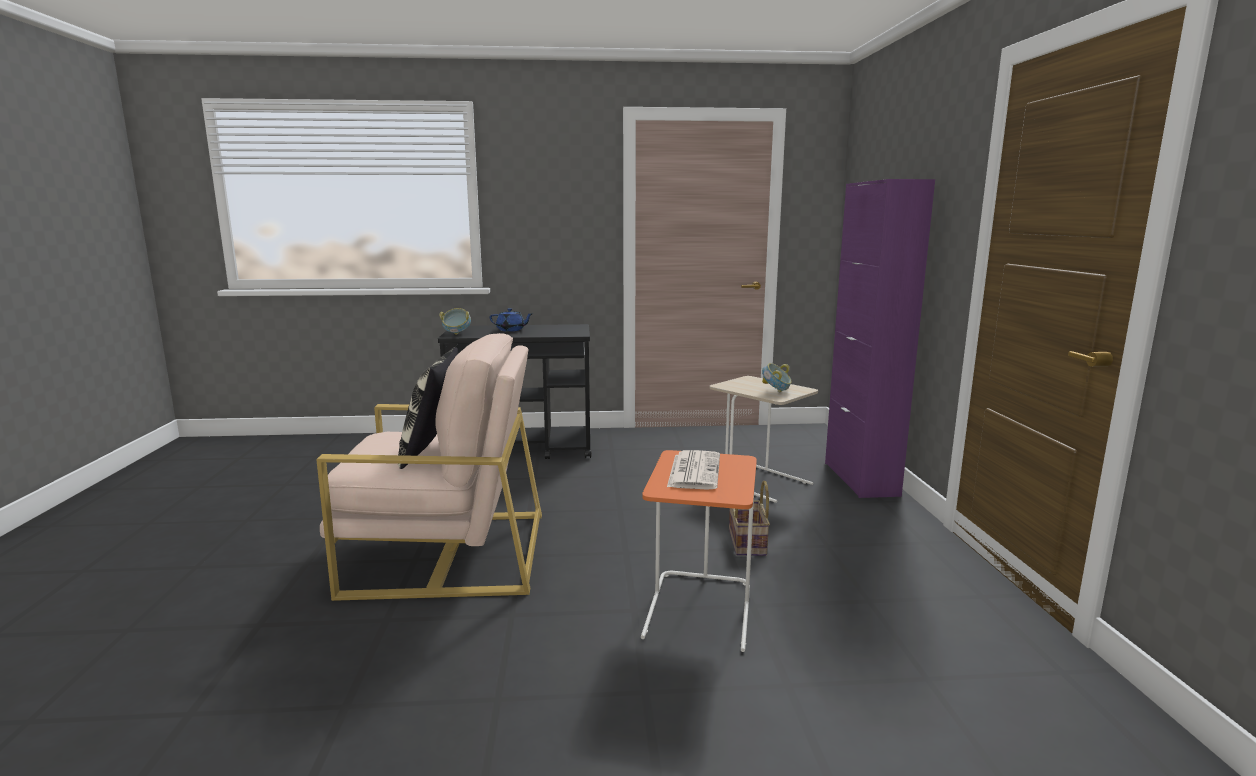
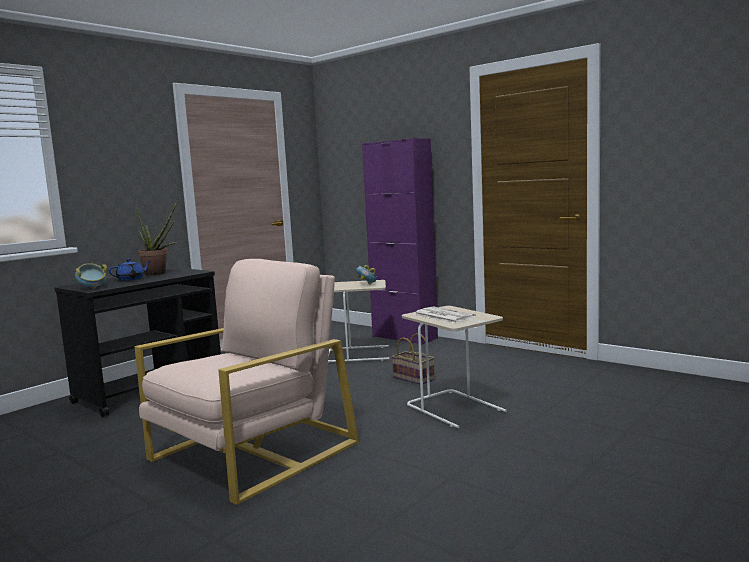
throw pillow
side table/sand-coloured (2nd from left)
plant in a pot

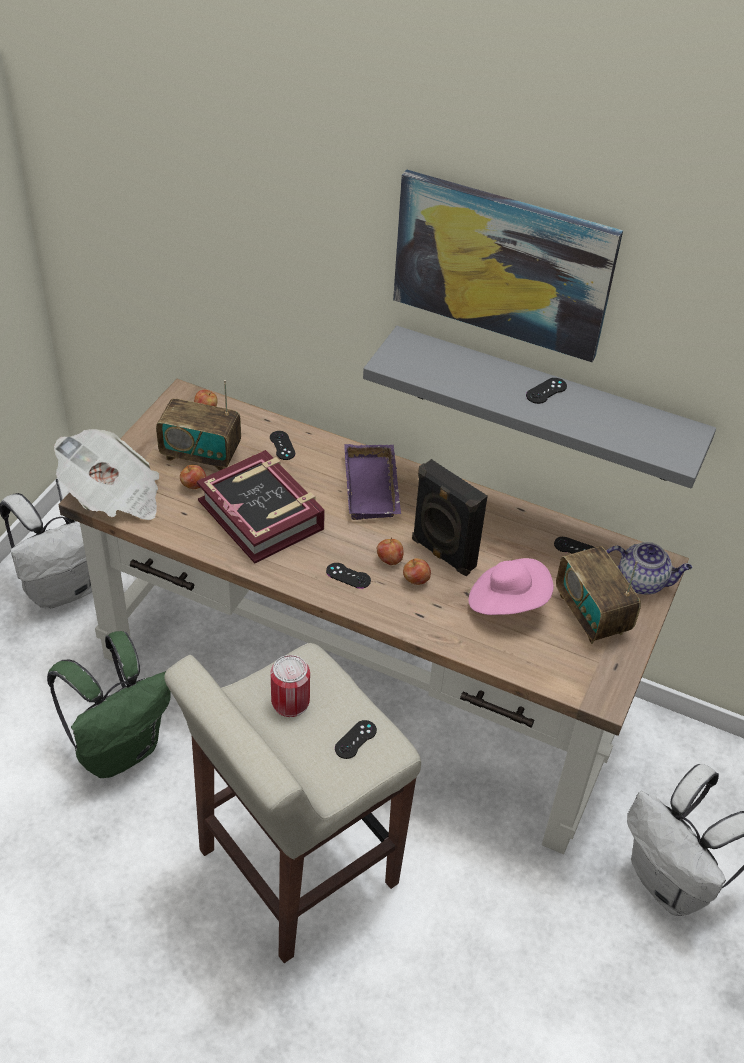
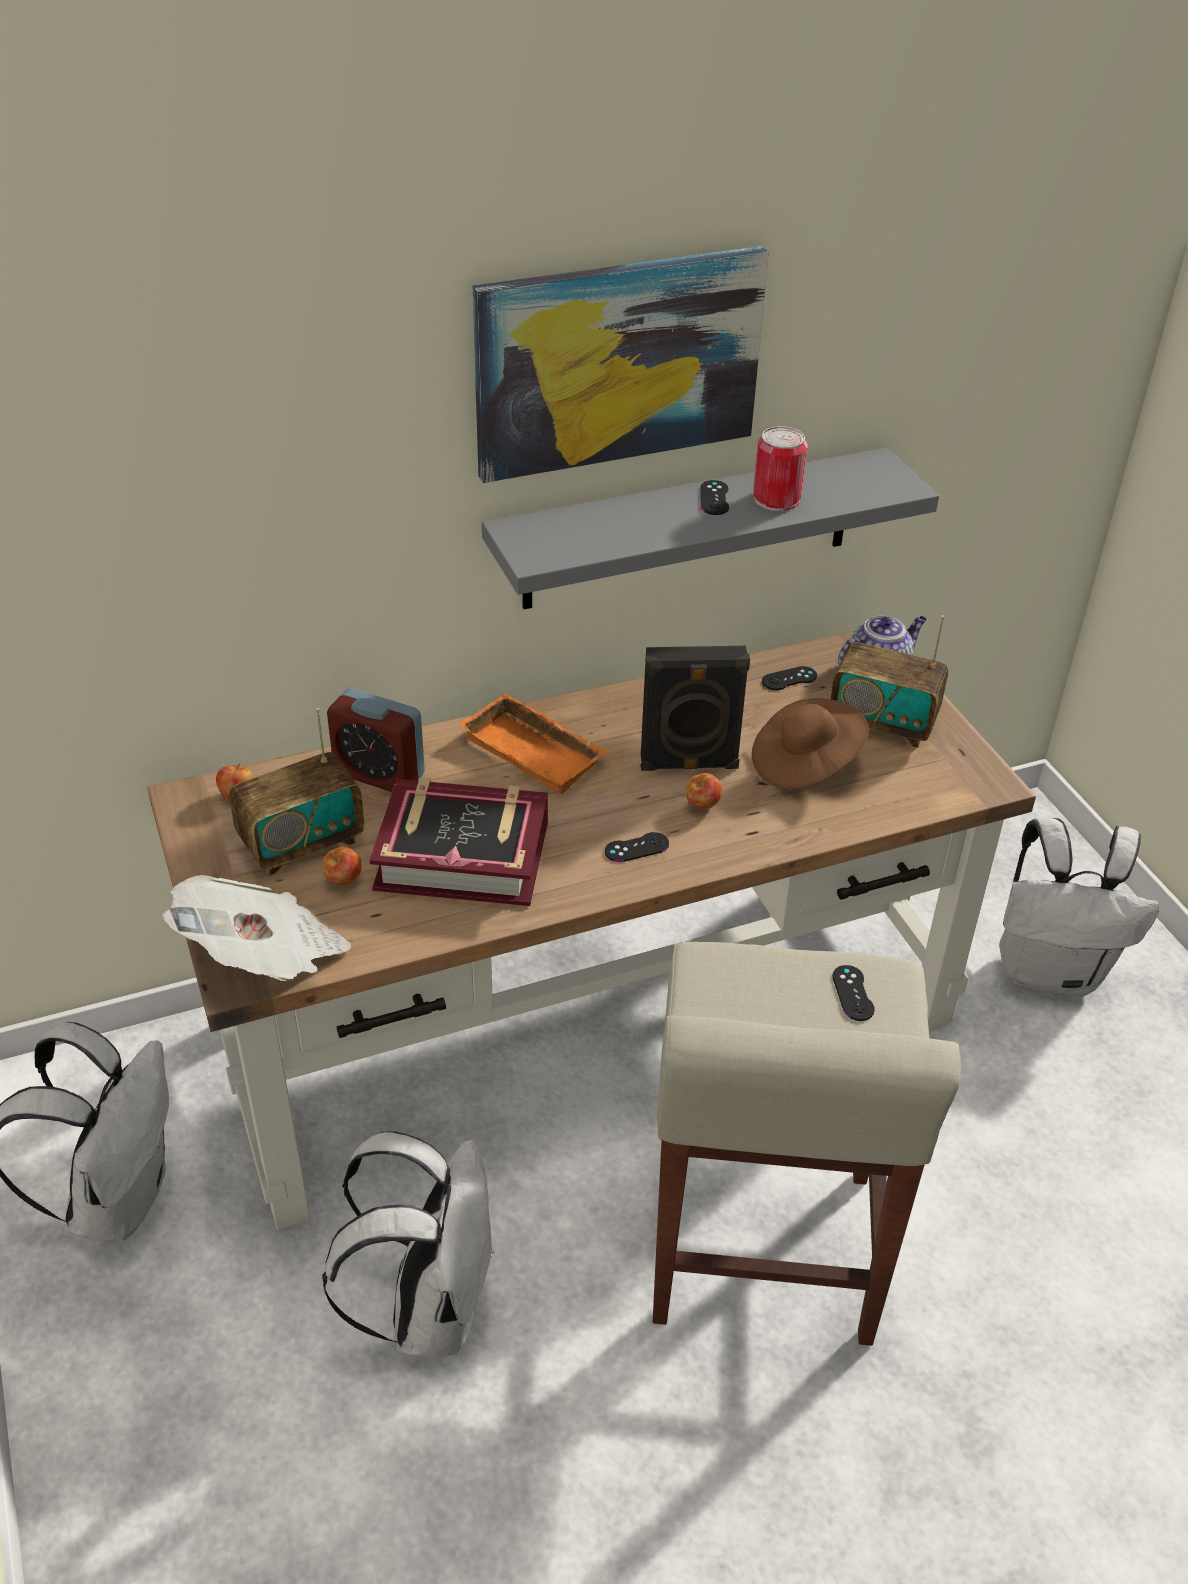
bedside clock
tray/orange-coloured
apple fruit (3rd from left in the first image)
clothing hat/brown
knapsack/white-coloured (2nd from left)
metal can

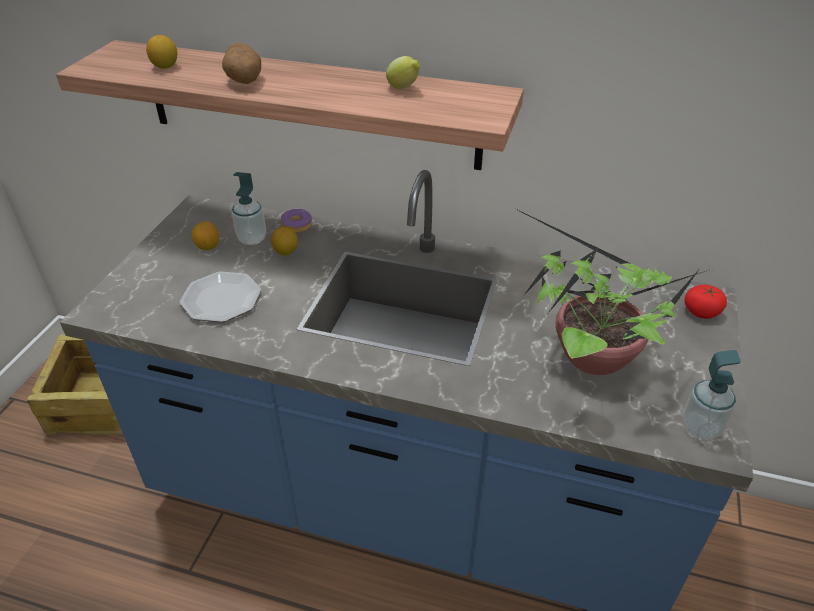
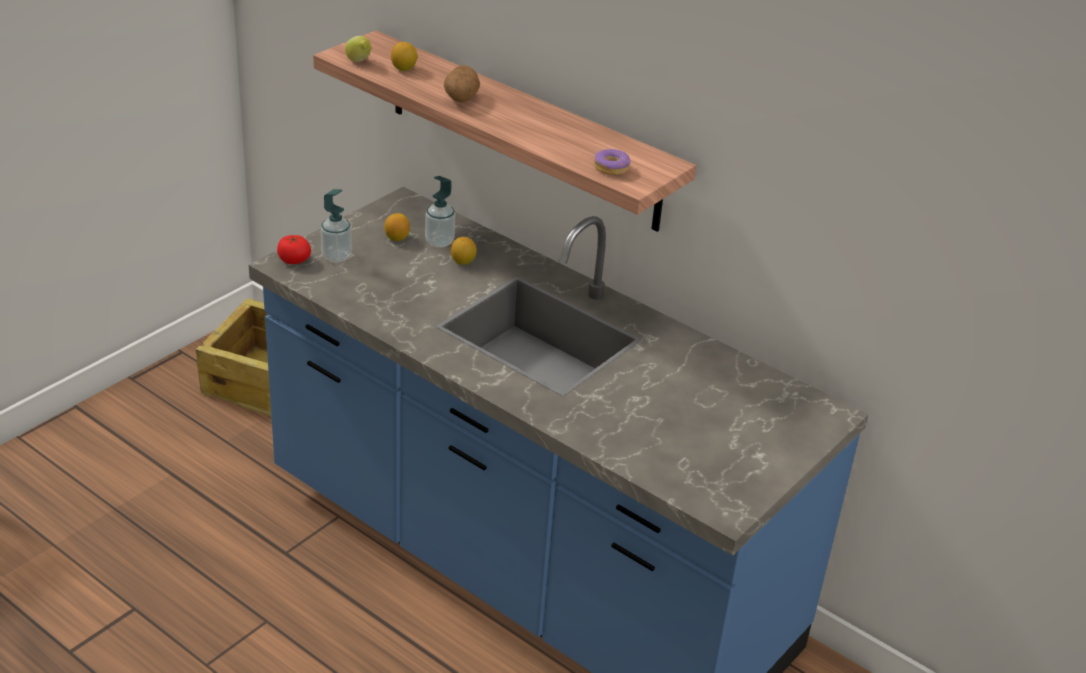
citrus fruit (1st from left)
plant in a pot
donut
plate
tomato
liquid soap bottle (1st from left)

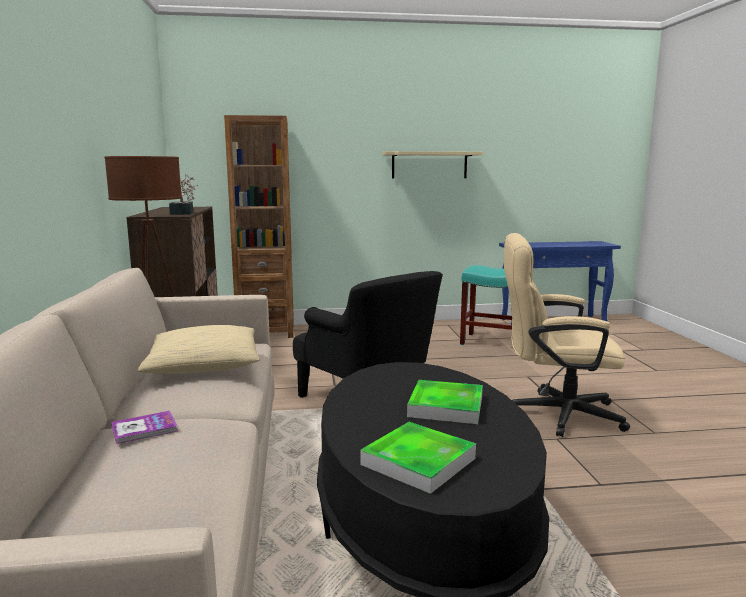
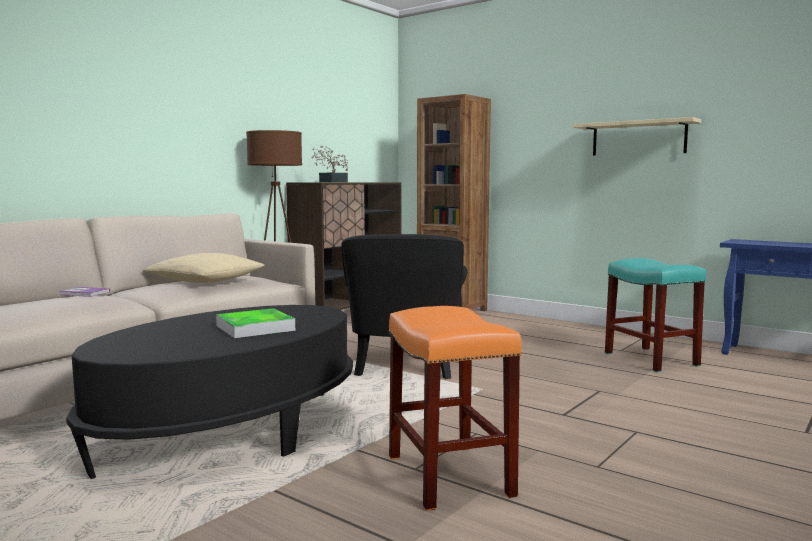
desk chair/sand-coloured
tray (1st from left in the first image)
stool seat/orange-coloured

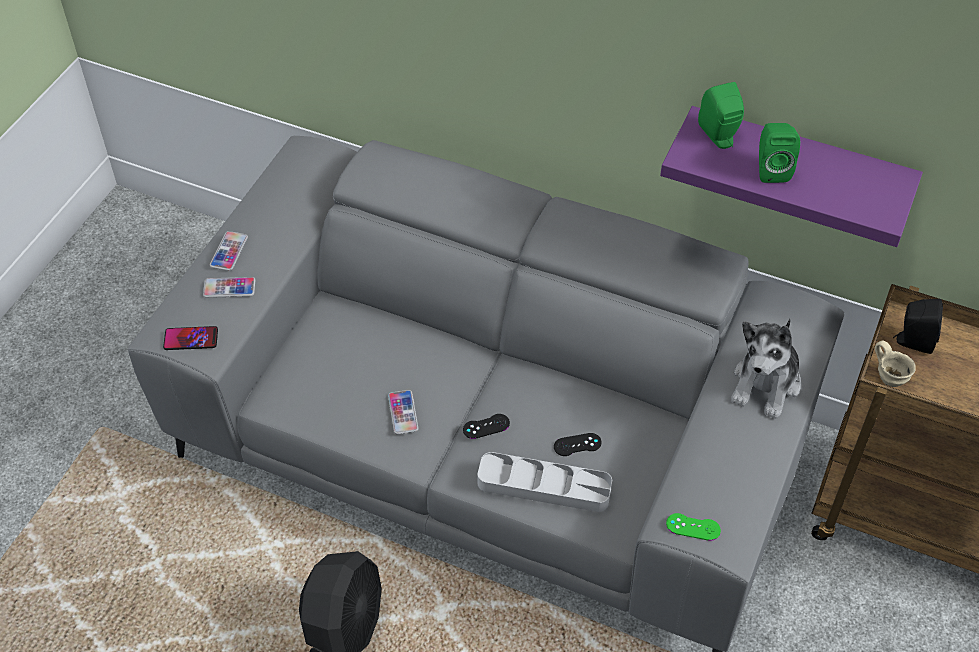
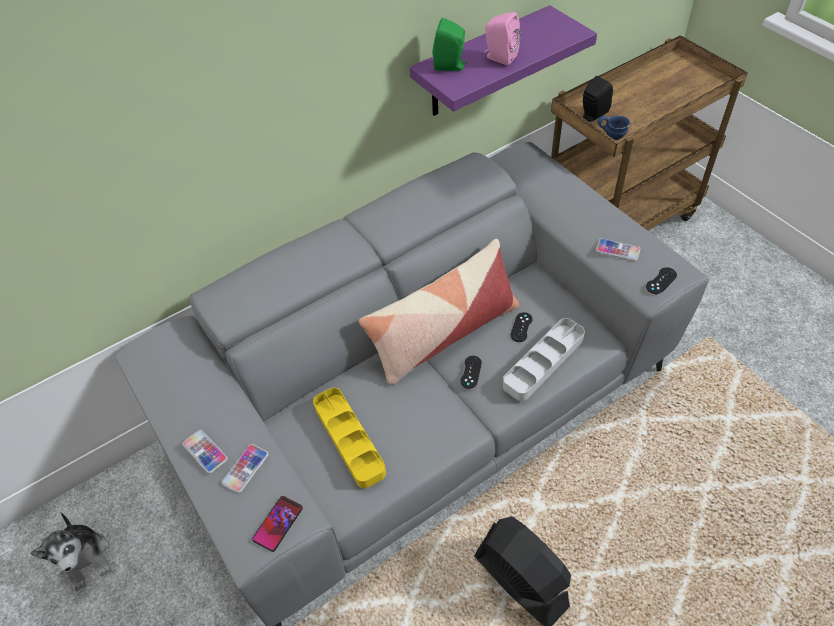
loudspeaker/pink
soft toy
mug/blue
phone (4th from left)
gamepad/black-coloured (3rd from left)
throw pillow
tray/yellowish

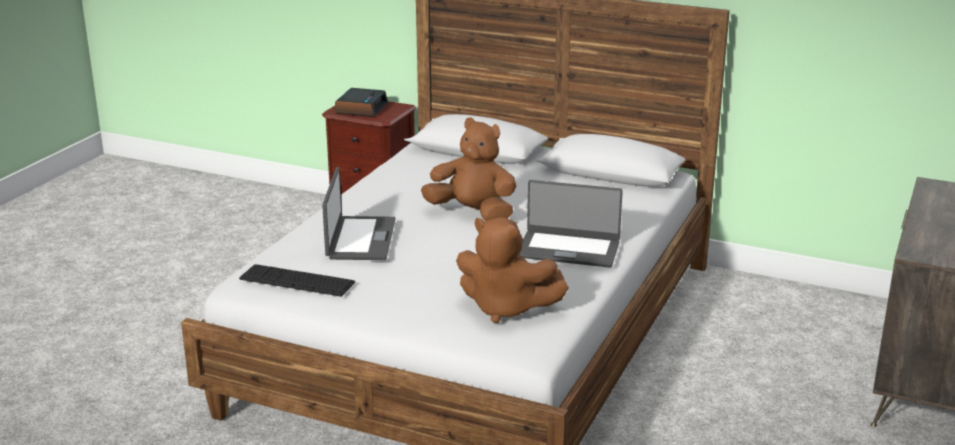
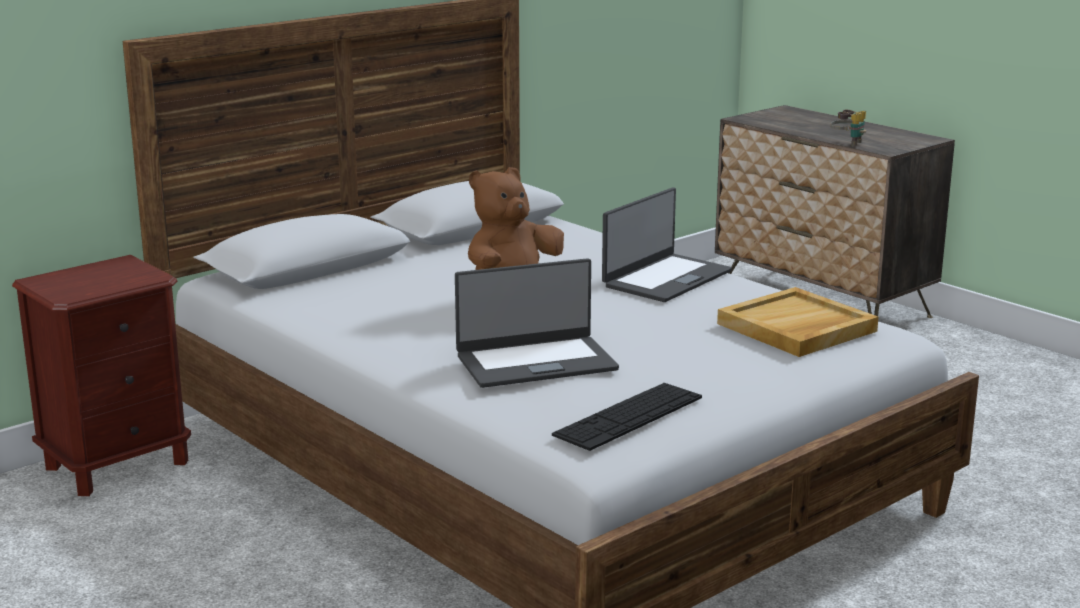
bedside clock
portable computer (1st from left)
tray/sand-coloured
binoculars

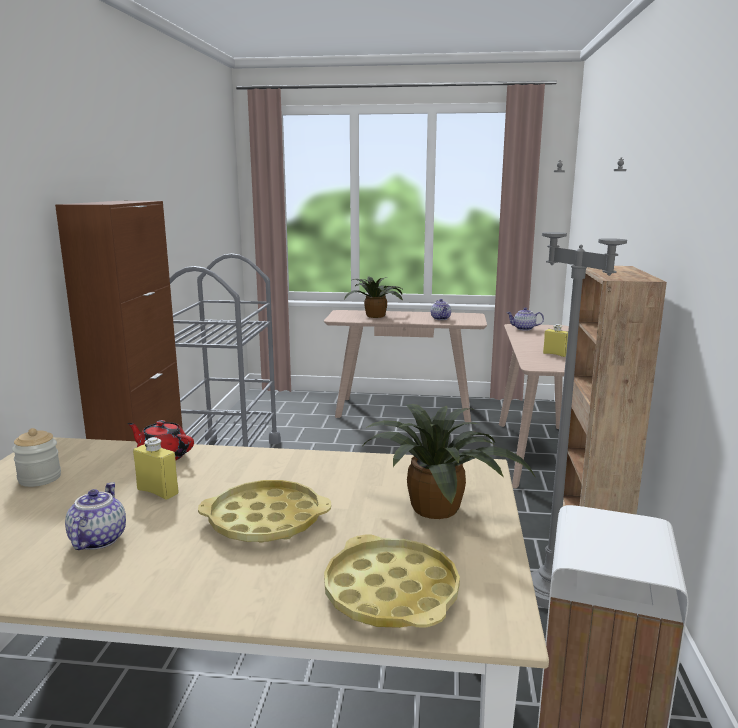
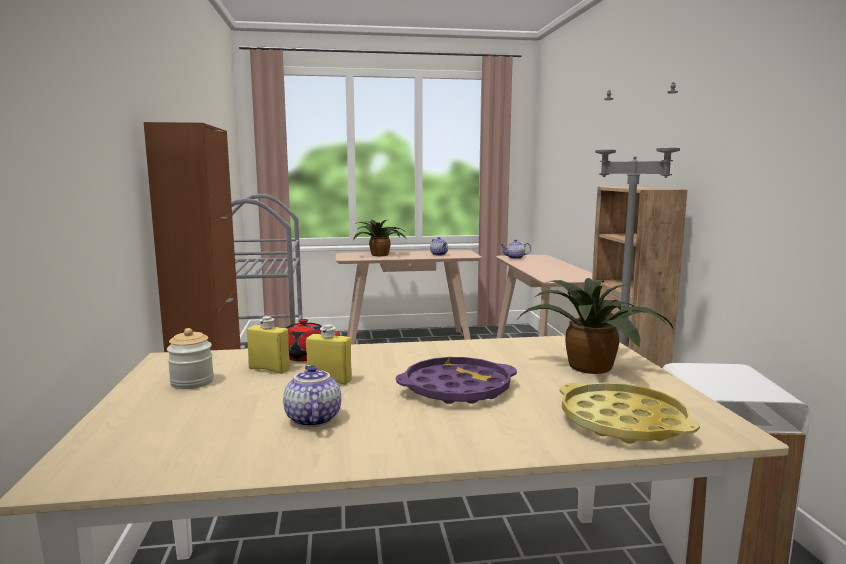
bottle/yellowish (1st from left)
tray/purple

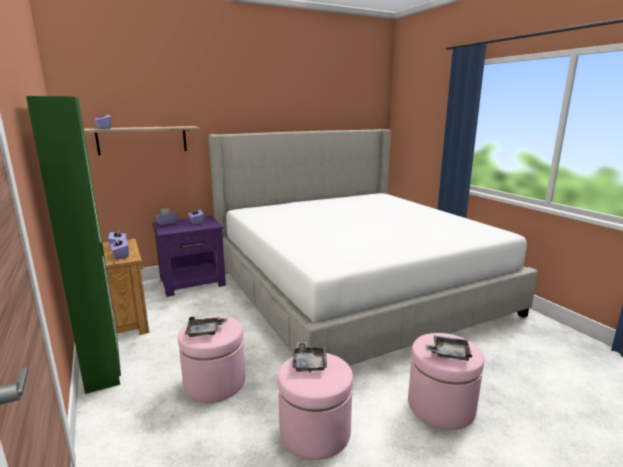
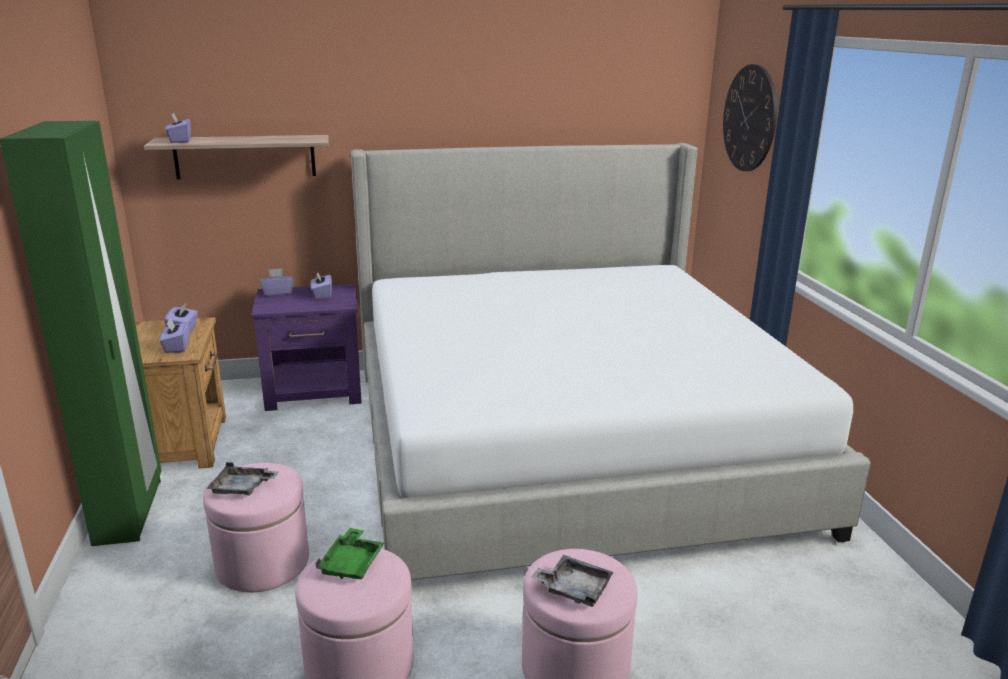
tray/green
wall clock

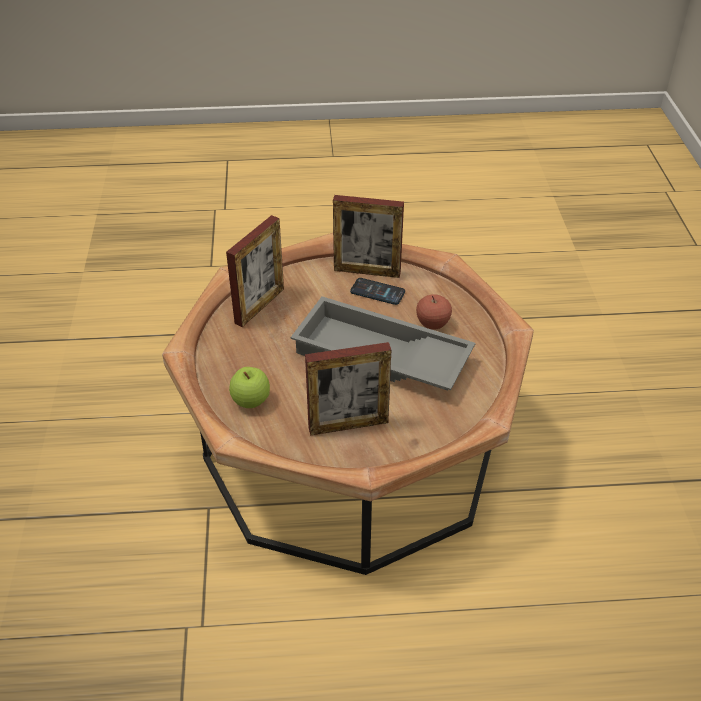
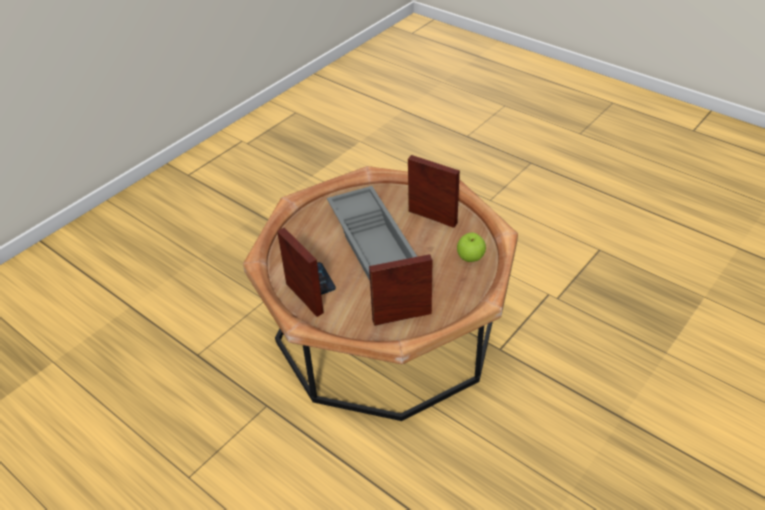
apple fruit (2nd from left in the first image)

